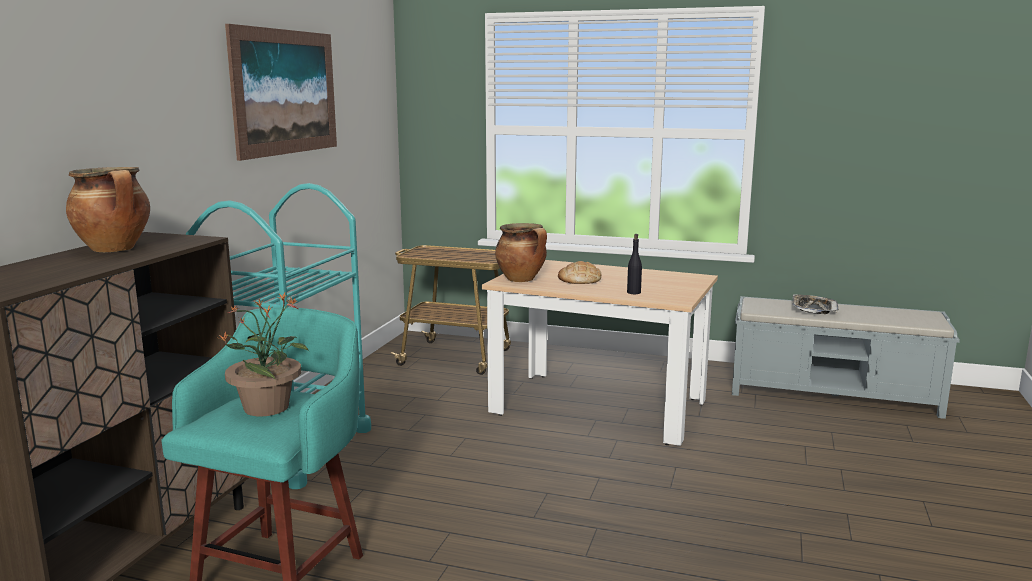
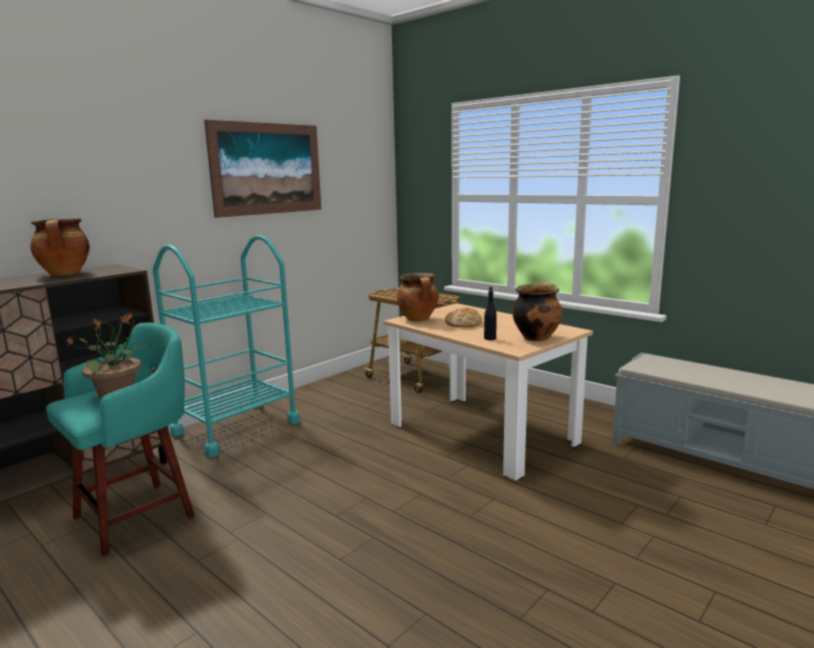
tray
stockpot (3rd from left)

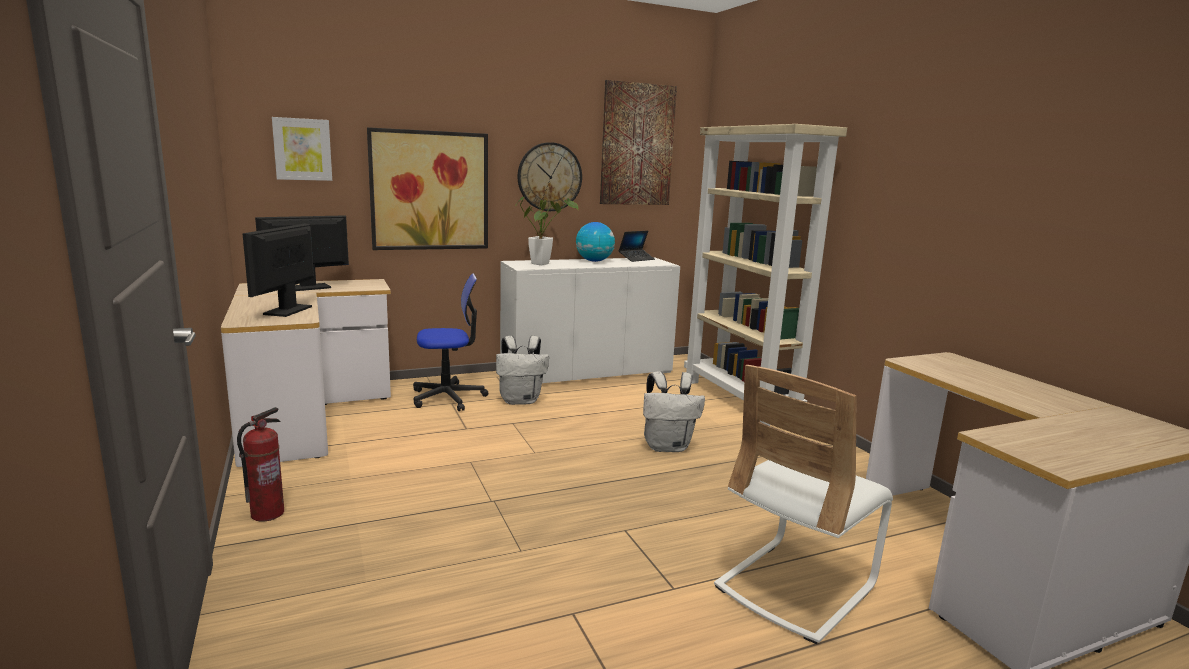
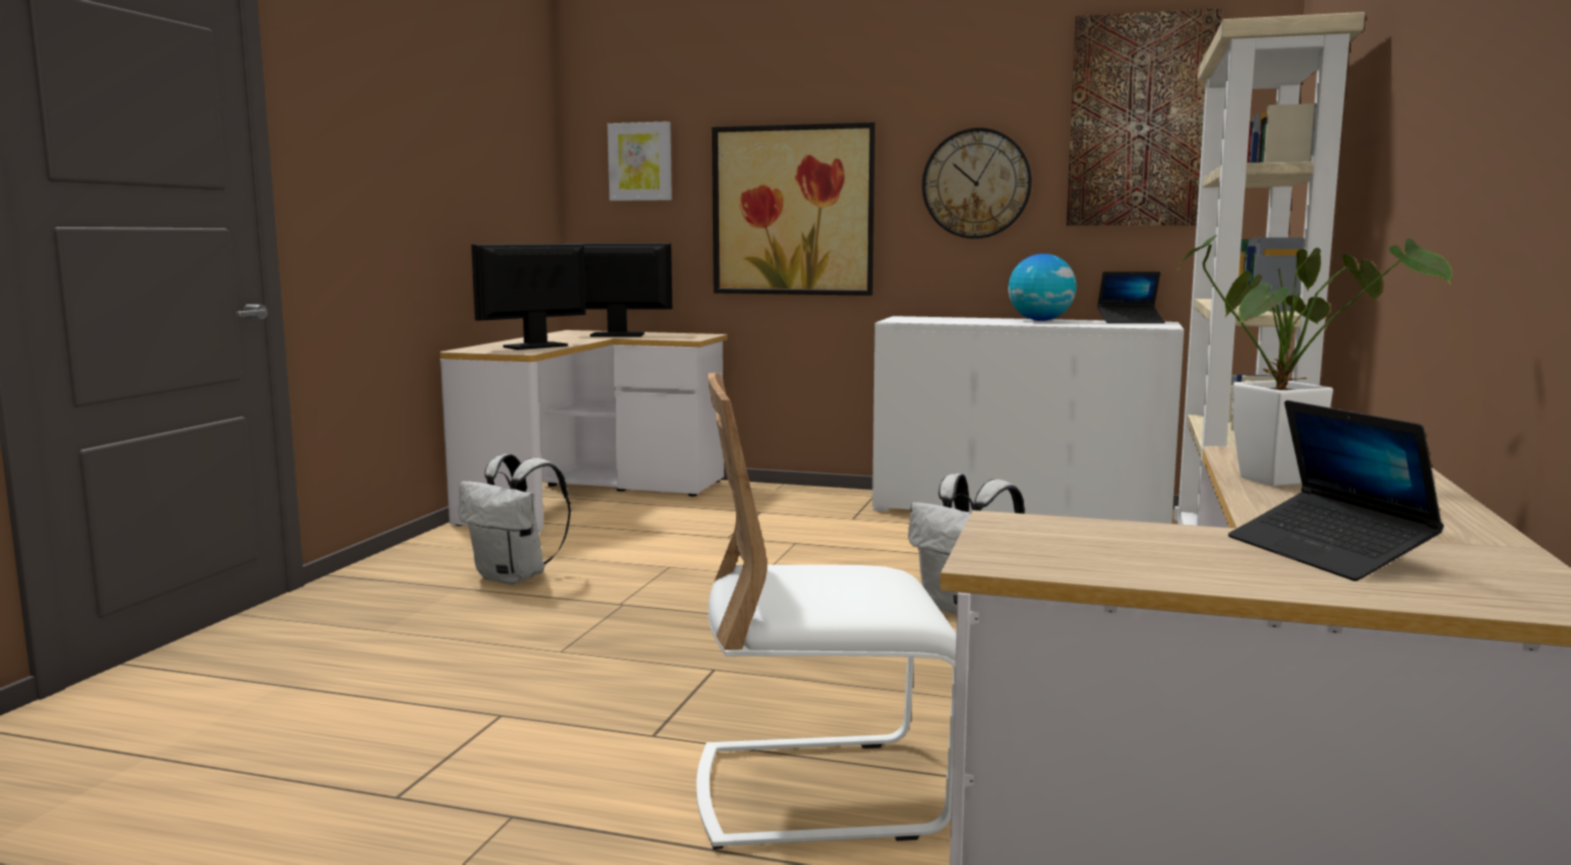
plant in a pot
desk chair
knapsack/white-coloured (1st from left)
fire-fighting cylinder
portable computer (2nd from left)

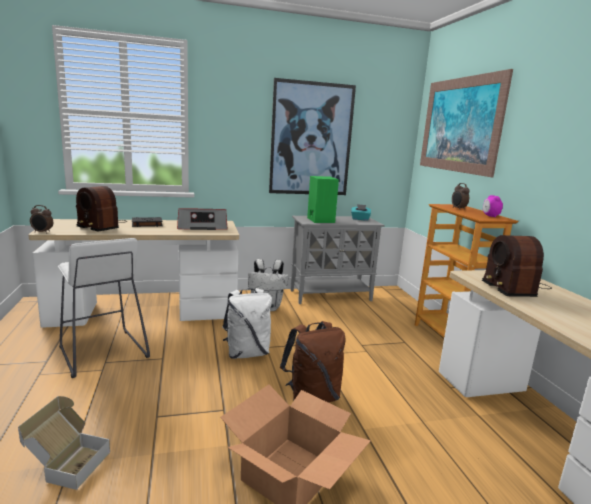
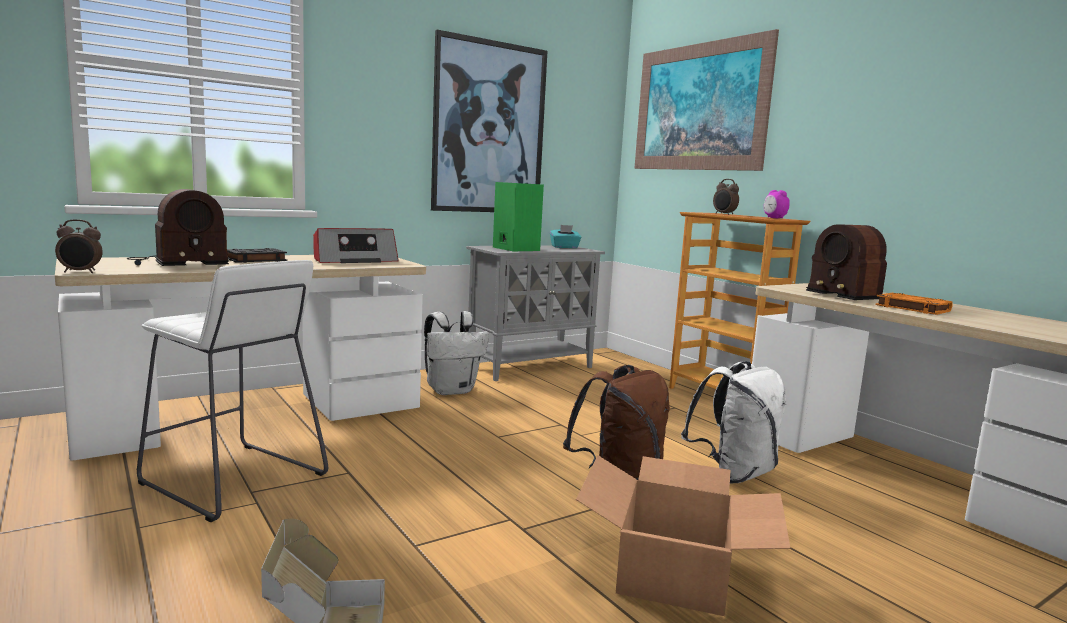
radio receiver (1st from left)
knapsack/white-coloured (2nd from left)
book/orange-coloured

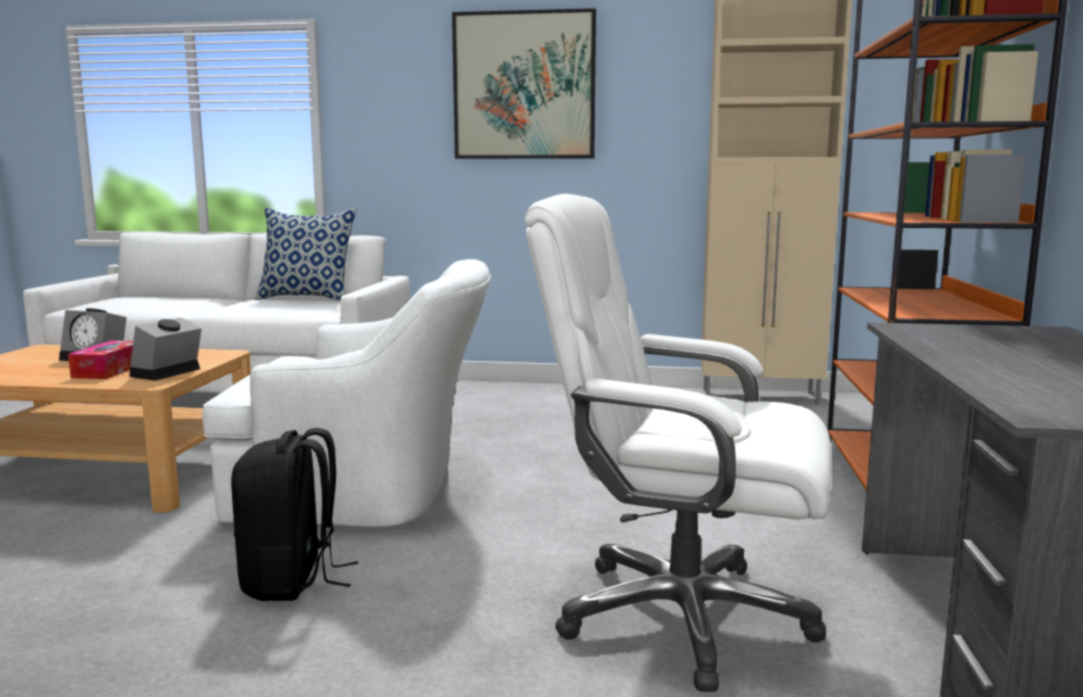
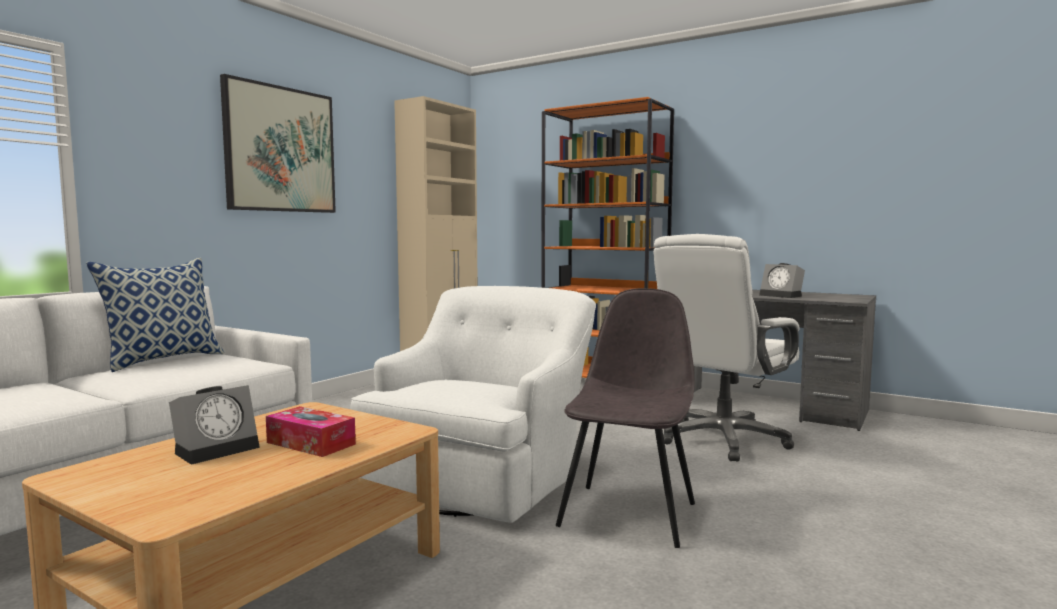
bedside clock (2nd from left)
upright chair/greyish

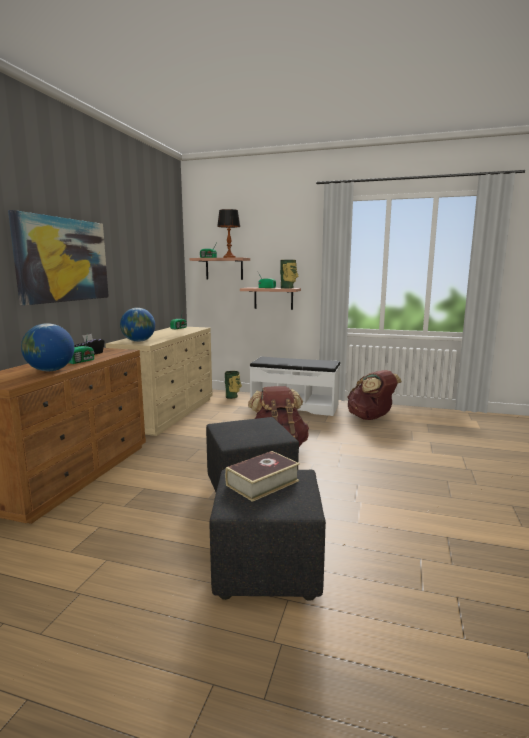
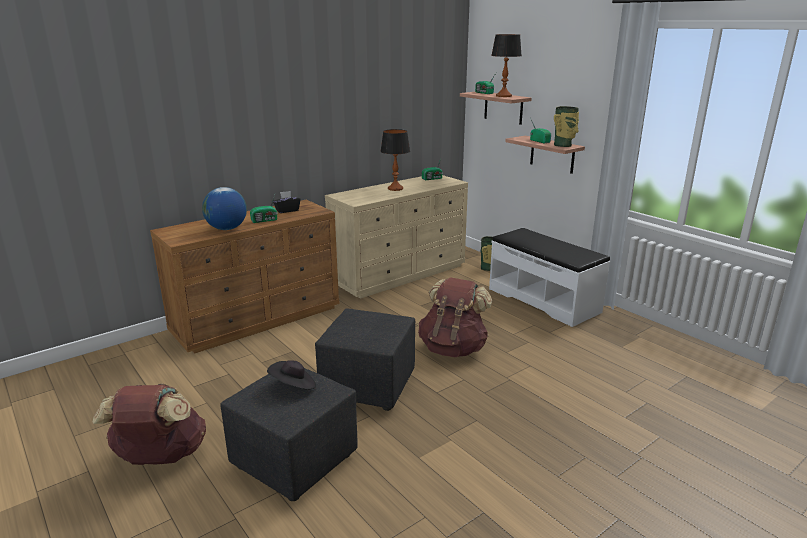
wall picture
desk globe (2nd from left in the first image)
knapsack/brown (1st from left)
clothing hat/black-coloured
lamp for a table (1st from left)

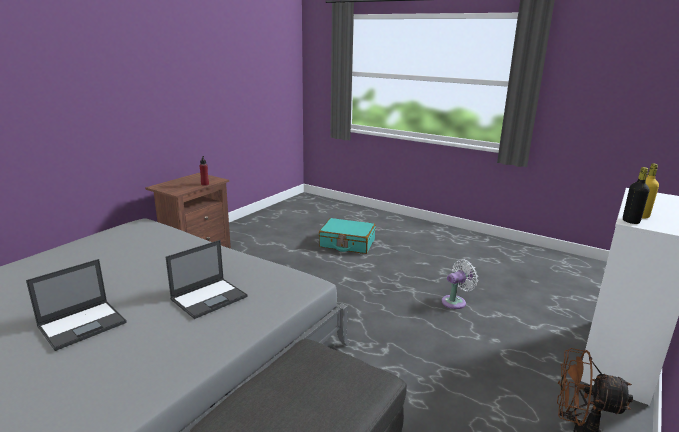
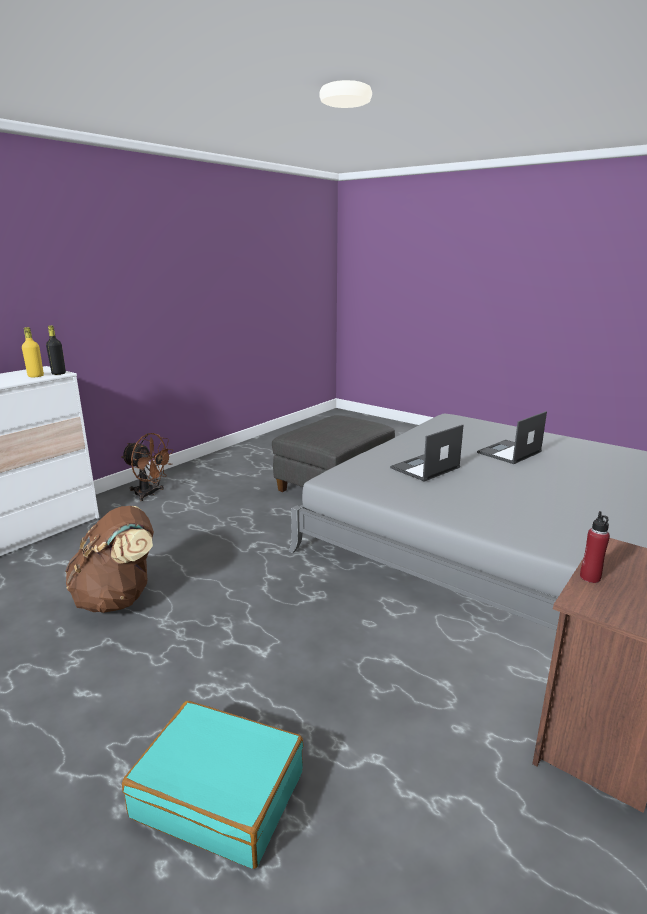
knapsack/brown

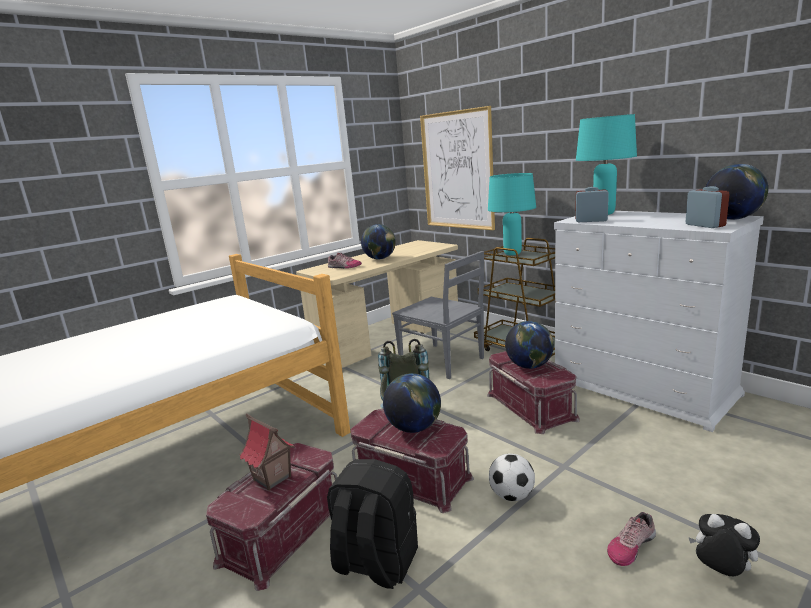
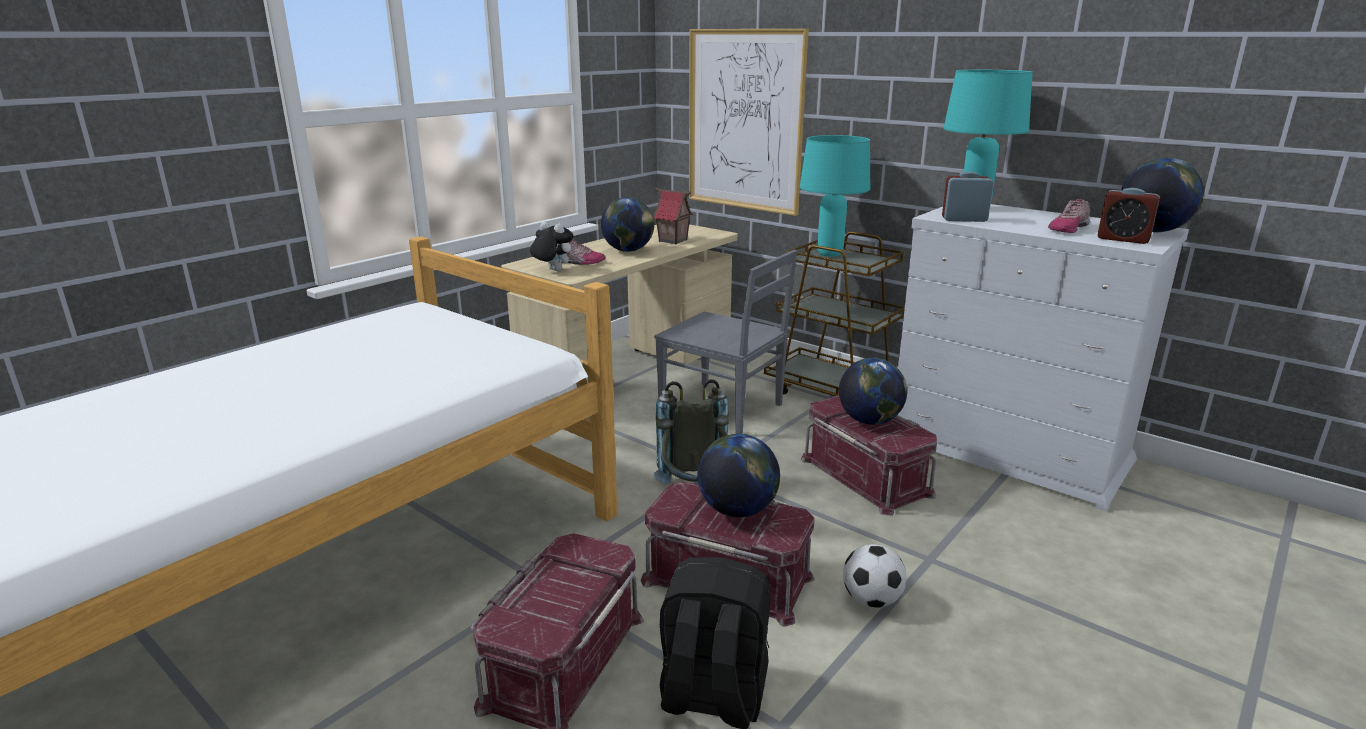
bedside clock (2nd from left)
miniature house
low shoe (2nd from left)
soft toy

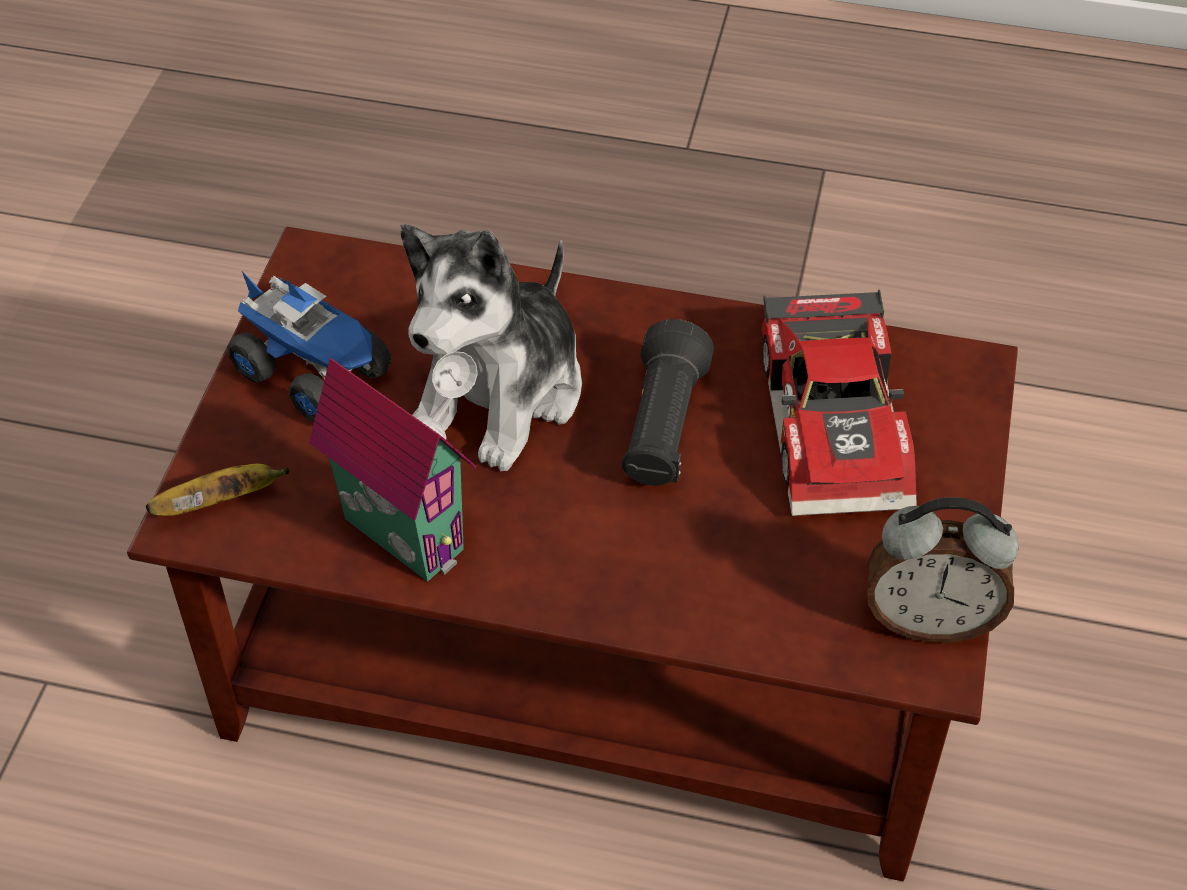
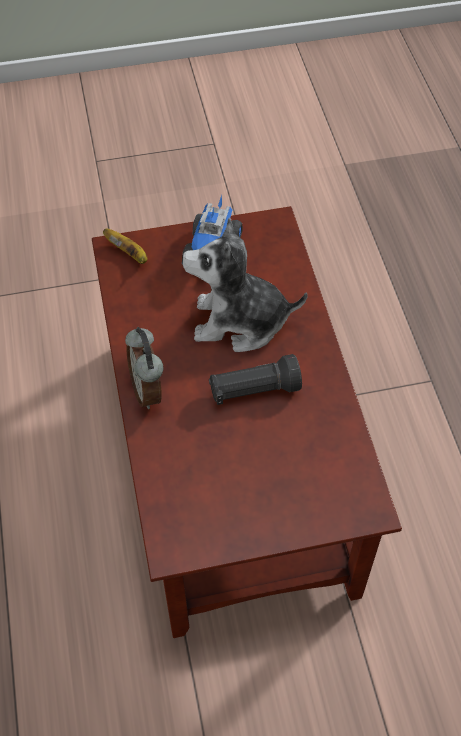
toy car
miniature house
bedside clock

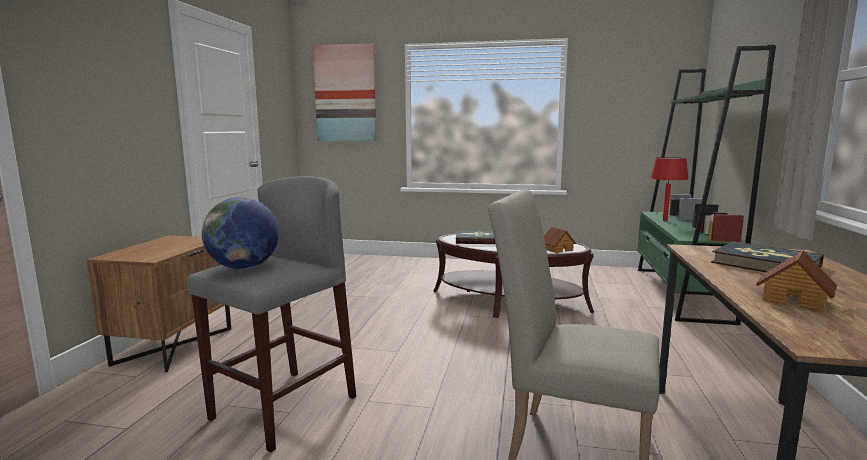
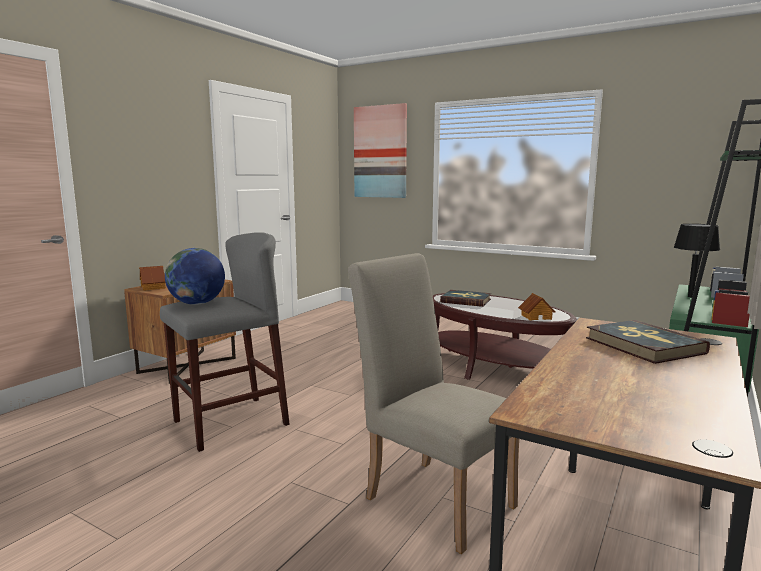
lamp for a table/black-coloured
miniature house (1st from left)

